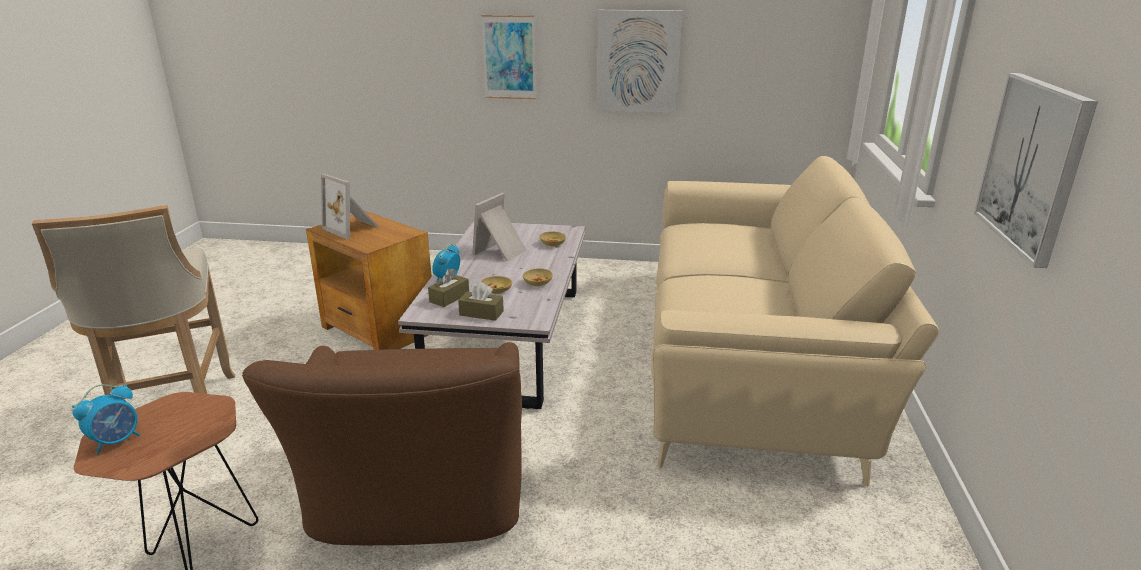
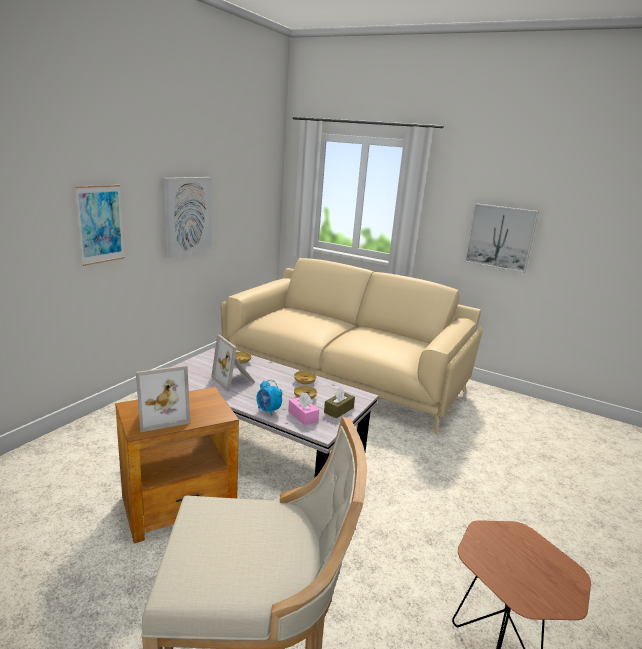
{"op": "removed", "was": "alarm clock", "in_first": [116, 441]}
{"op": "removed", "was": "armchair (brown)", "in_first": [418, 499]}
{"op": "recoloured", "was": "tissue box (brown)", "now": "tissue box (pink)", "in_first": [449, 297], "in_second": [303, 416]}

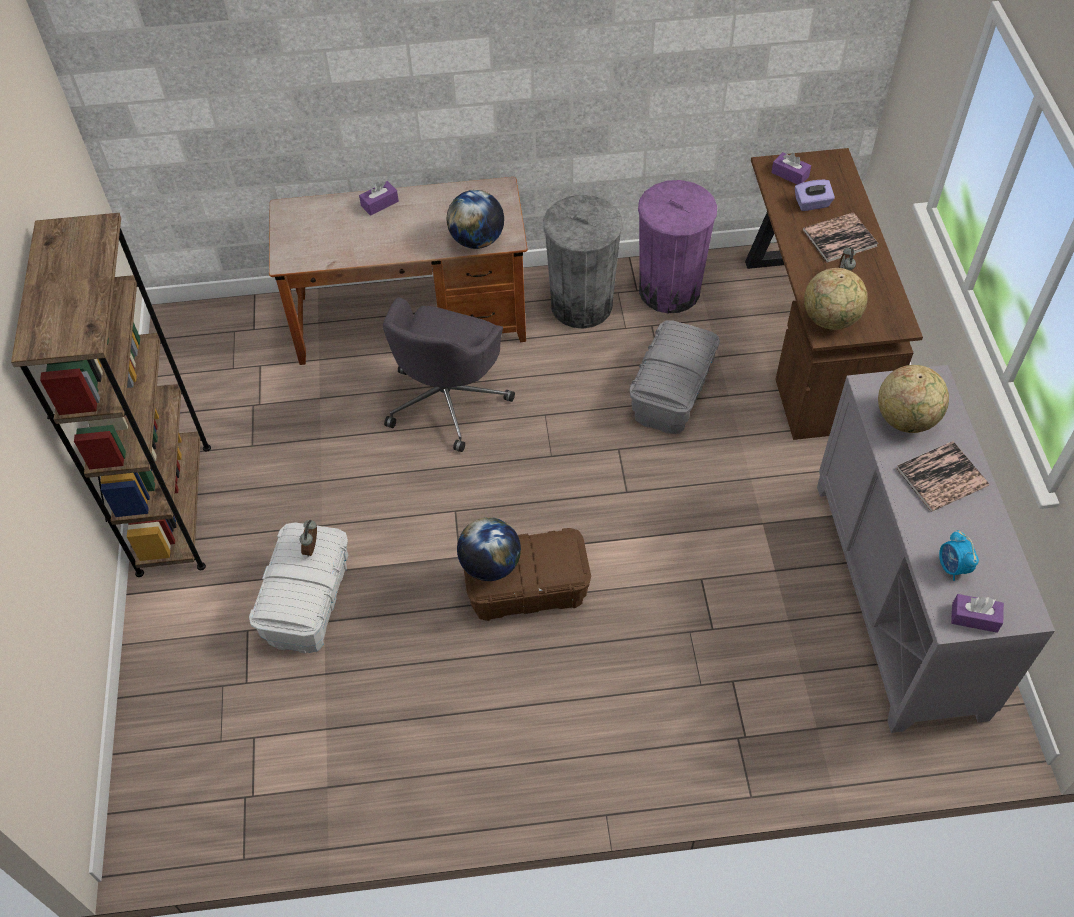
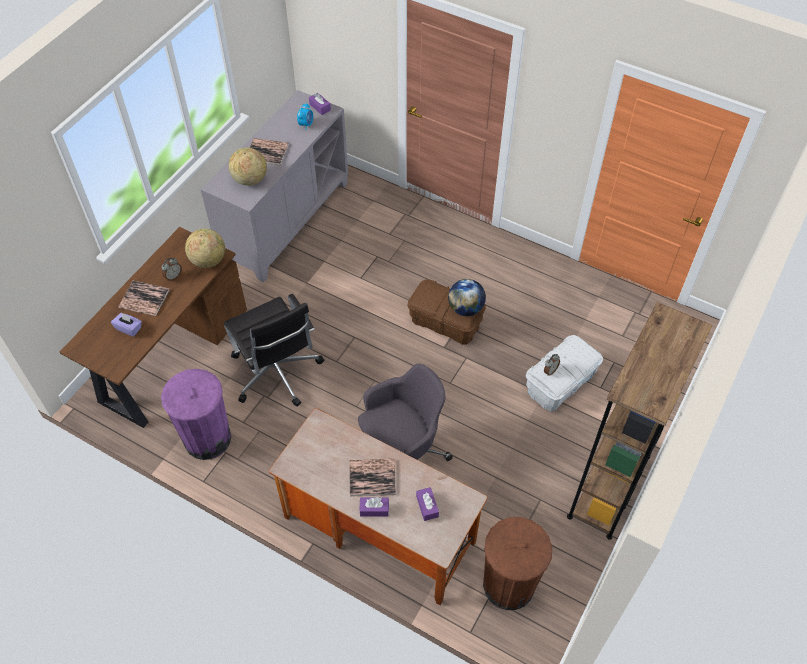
{"op": "removed", "was": "globe", "in_first": [477, 240]}
{"op": "removed", "was": "trash can (grey)", "in_first": [581, 305]}
{"op": "replaced", "was": "storage box (grey)", "now": "office chair (black)", "in_first": [671, 392], "in_second": [277, 374]}
{"op": "moved", "was": "tissue box (purple)", "in_first": [790, 174], "in_second": [427, 506]}
{"op": "added", "now": "book", "in_second": [372, 477]}
{"op": "added", "now": "trash can (brown)", "in_second": [508, 584]}

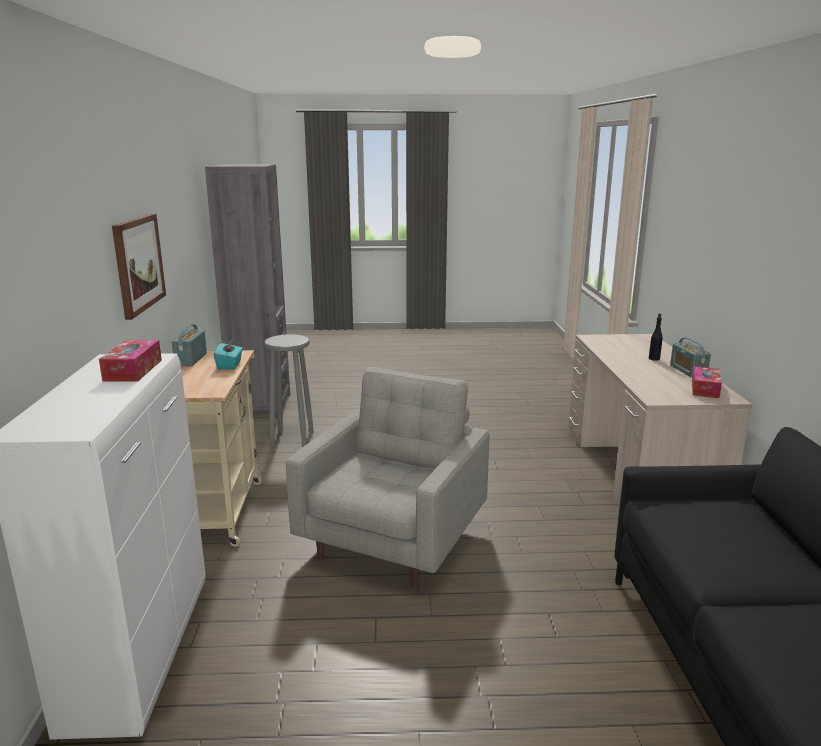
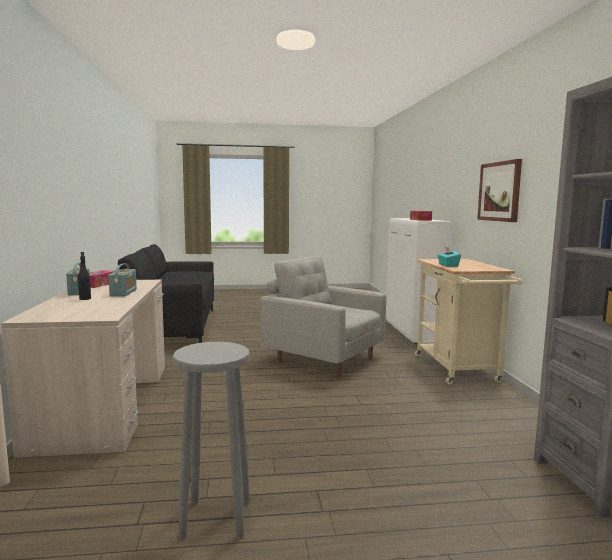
{"op": "moved", "was": "radio", "in_first": [191, 359], "in_second": [123, 293]}
{"op": "moved", "was": "stool (grey)", "in_first": [292, 438], "in_second": [216, 519]}
{"op": "turned", "was": "armchair (grey)", "in_first": [395, 540], "in_second": [323, 359], "clockwise": 105}

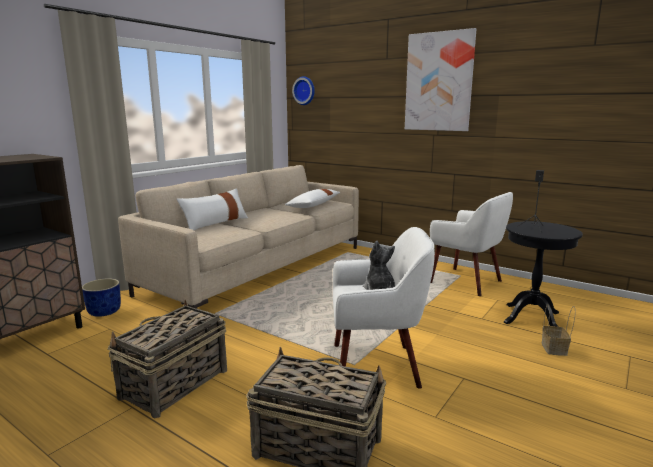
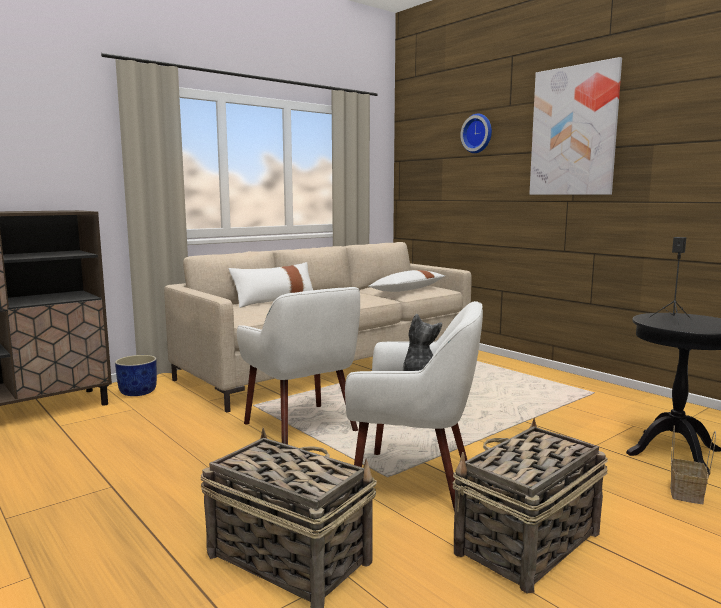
{"op": "moved", "was": "basket", "in_first": [173, 384], "in_second": [526, 544]}
{"op": "moved", "was": "wall clock", "in_first": [305, 91], "in_second": [478, 133]}
{"op": "moved", "was": "armchair (white)", "in_first": [466, 282], "in_second": [302, 427]}

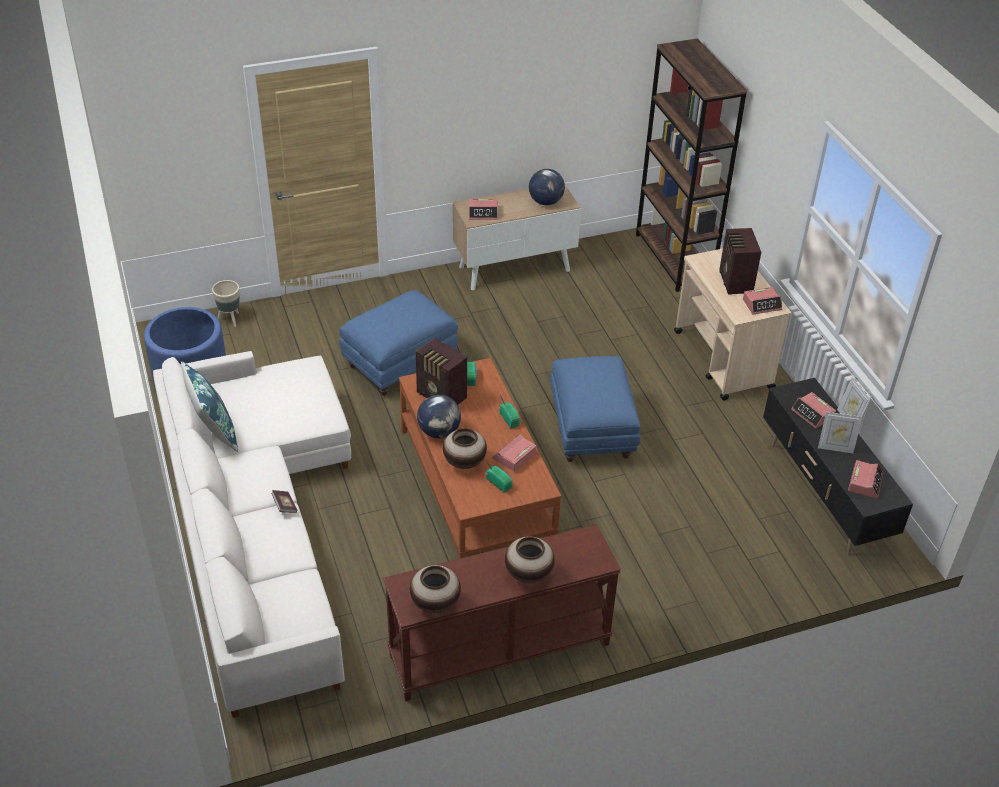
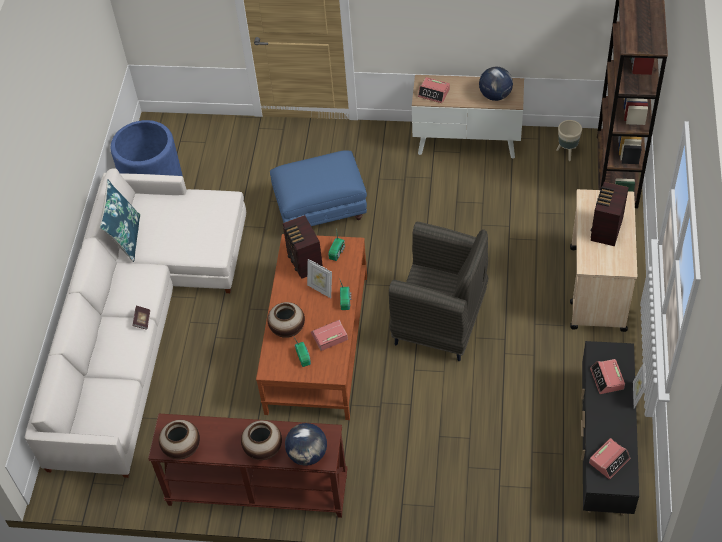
{"op": "moved", "was": "planter (beige)", "in_first": [230, 319], "in_second": [567, 153]}
{"op": "moved", "was": "globe", "in_first": [439, 432], "in_second": [307, 454]}
{"op": "replaced", "was": "ottoman (blue)", "now": "armchair (grey)", "in_first": [592, 431], "in_second": [440, 322]}
{"op": "removed", "was": "alarm clock", "in_first": [762, 304]}
{"op": "moved", "was": "picture frame", "in_first": [835, 448], "in_second": [320, 289]}

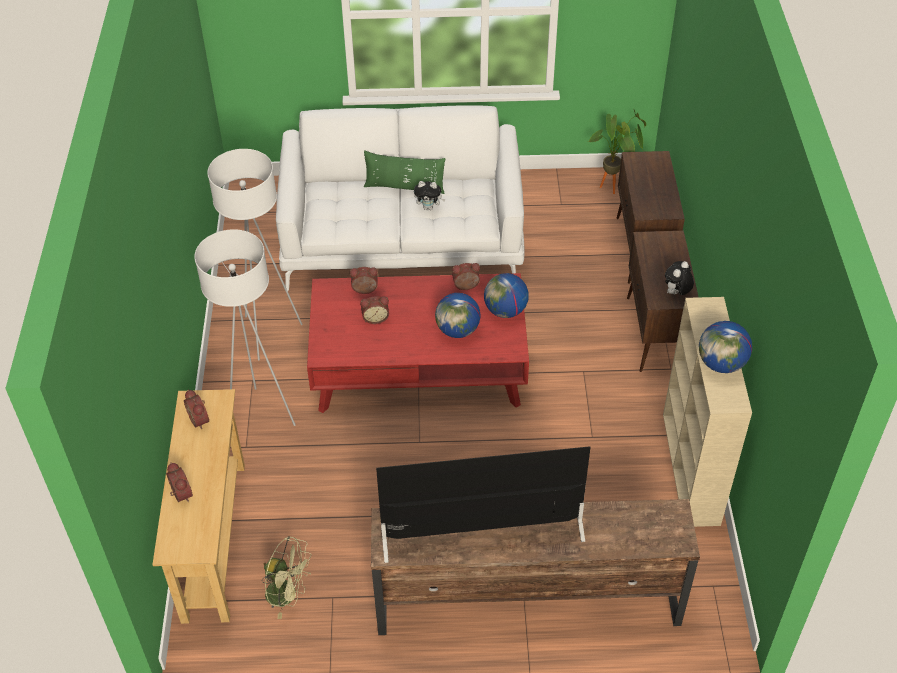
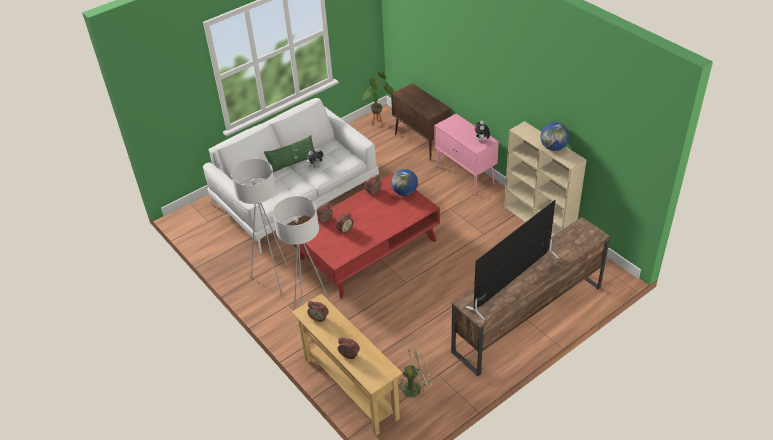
{"op": "removed", "was": "globe", "in_first": [458, 330]}
{"op": "recoloured", "was": "cabinet (brown)", "now": "cabinet (pink)", "in_first": [655, 334], "in_second": [465, 175]}

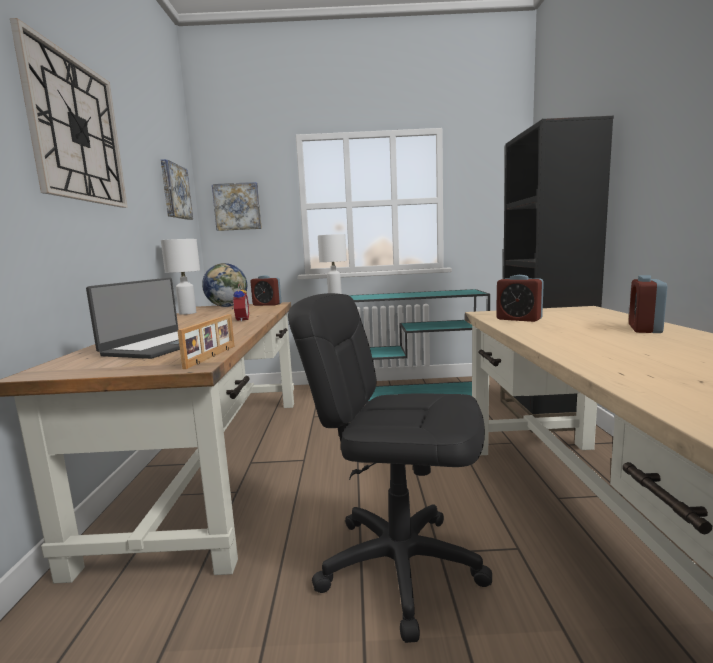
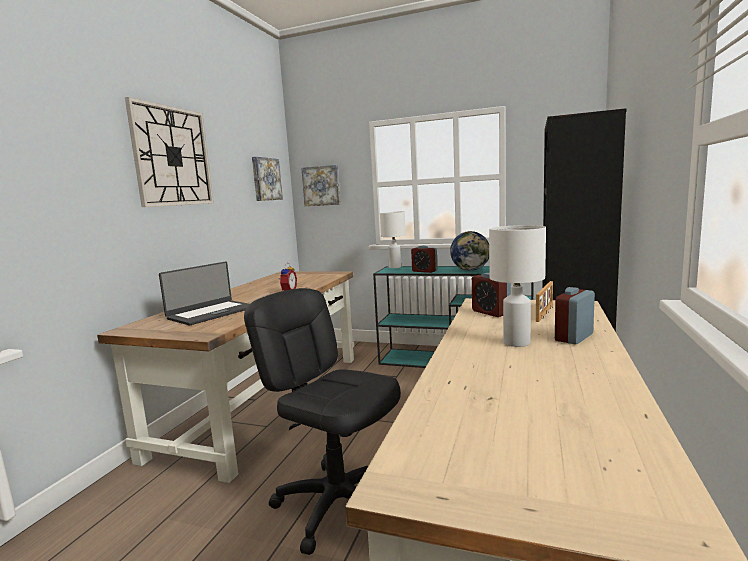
{"op": "moved", "was": "table lamp (white)", "in_first": [187, 313], "in_second": [515, 342]}
{"op": "moved", "was": "picture frame", "in_first": [212, 356], "in_second": [545, 313]}
{"op": "moved", "was": "globe", "in_first": [227, 306], "in_second": [470, 270]}
{"op": "moved", "was": "alarm clock", "in_first": [267, 304], "in_second": [424, 271]}

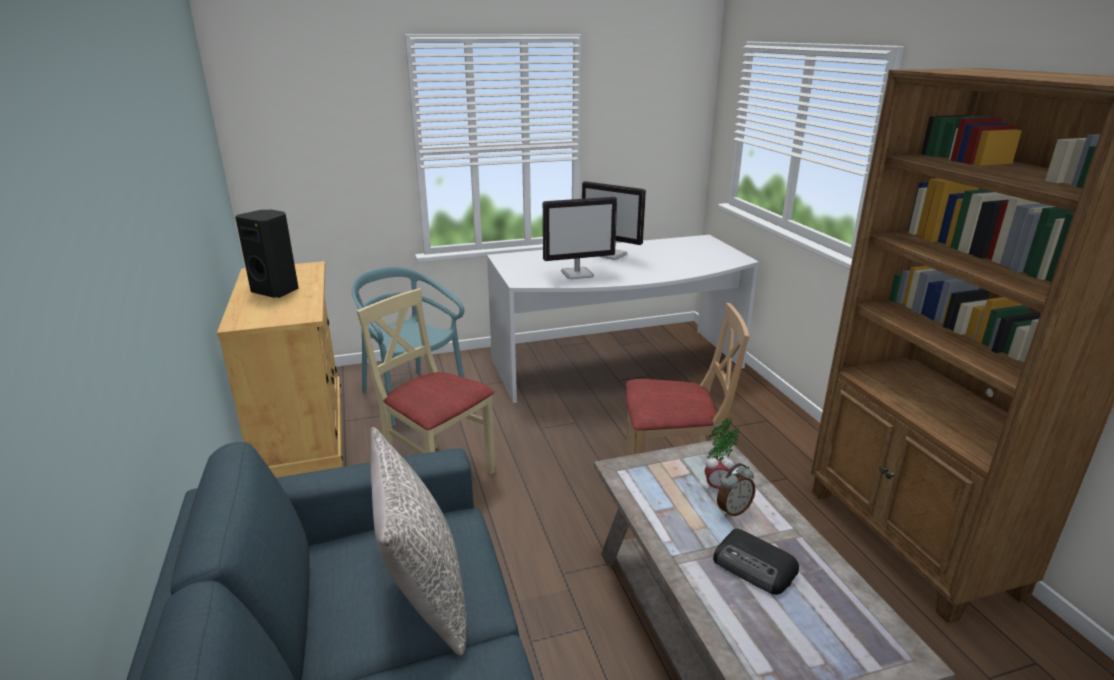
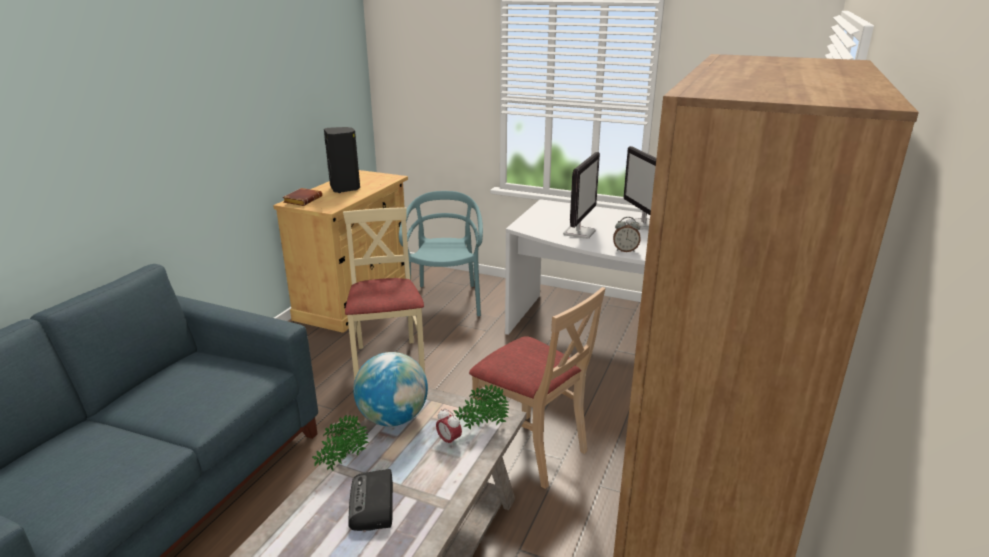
{"op": "removed", "was": "pillow (grey)", "in_first": [423, 592]}
{"op": "turned", "was": "monitor", "in_first": [577, 274], "in_second": [579, 232], "clockwise": -90}
{"op": "moved", "was": "alarm clock", "in_first": [732, 510], "in_second": [625, 250]}
{"op": "added", "now": "book (brown)", "in_second": [302, 200]}
{"op": "added", "now": "potted plant", "in_second": [341, 462]}
{"op": "added", "now": "globe", "in_second": [393, 418]}

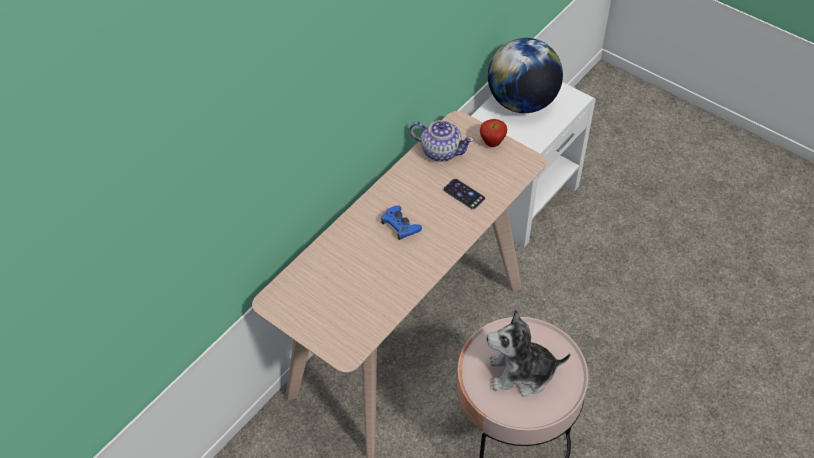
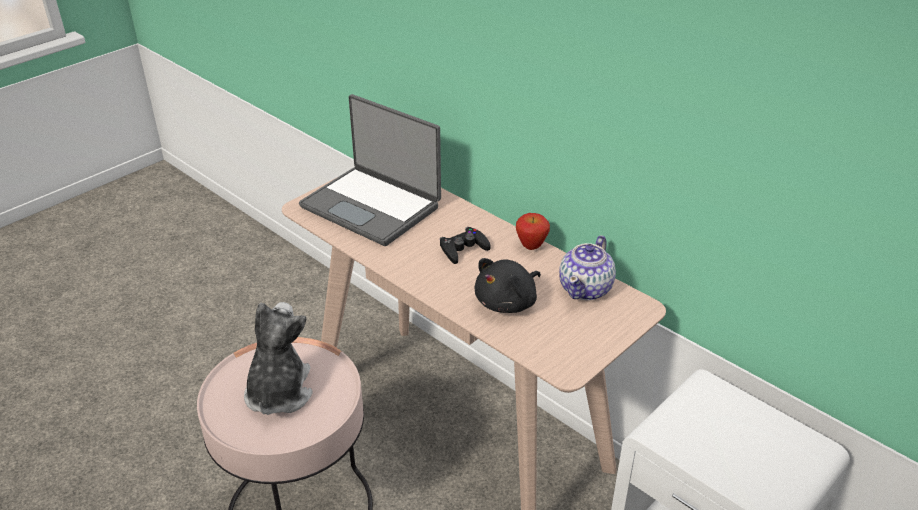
{"op": "recoloured", "was": "game controller (blue)", "now": "game controller (black)", "in_first": [400, 225], "in_second": [463, 249]}
{"op": "replaced", "was": "phone", "now": "plush toy (black)", "in_first": [464, 194], "in_second": [508, 302]}
{"op": "moved", "was": "apple", "in_first": [492, 143], "in_second": [531, 246]}
{"op": "removed", "was": "globe", "in_first": [522, 102]}
{"op": "added", "now": "laptop", "in_second": [372, 206]}

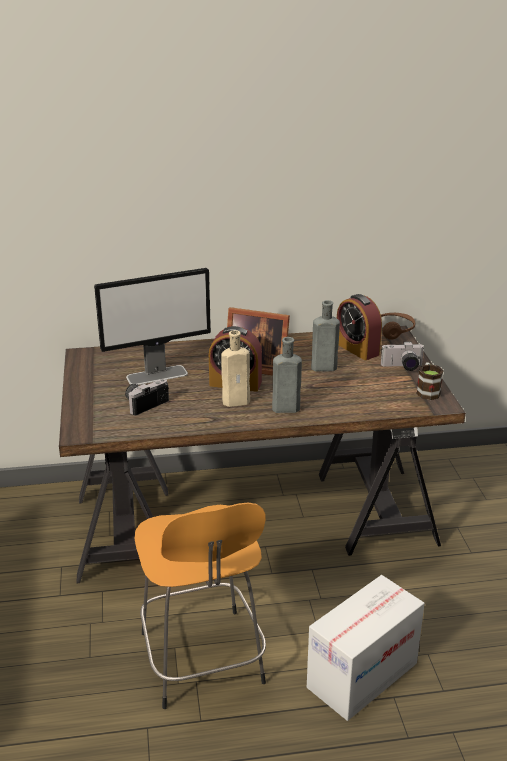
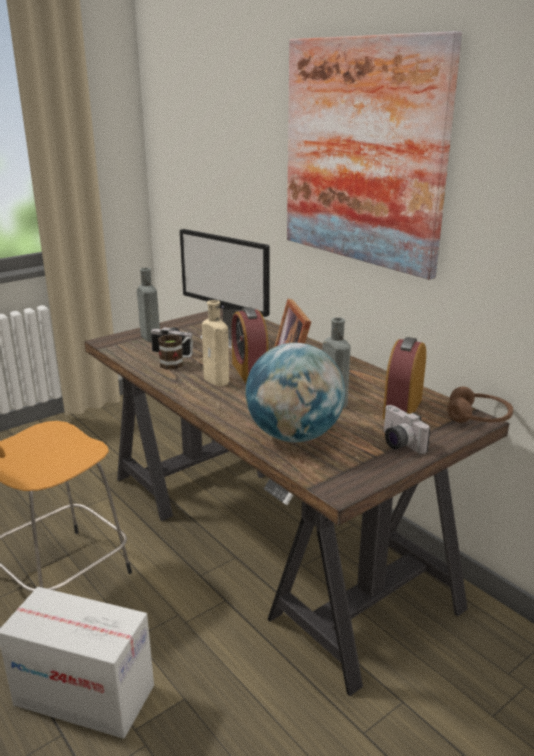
{"op": "moved", "was": "bottle (grey)", "in_first": [283, 409], "in_second": [149, 337]}
{"op": "moved", "was": "mug", "in_first": [427, 391], "in_second": [177, 363]}
{"op": "added", "now": "globe", "in_second": [294, 436]}
{"op": "added", "now": "picture", "in_second": [363, 153]}

